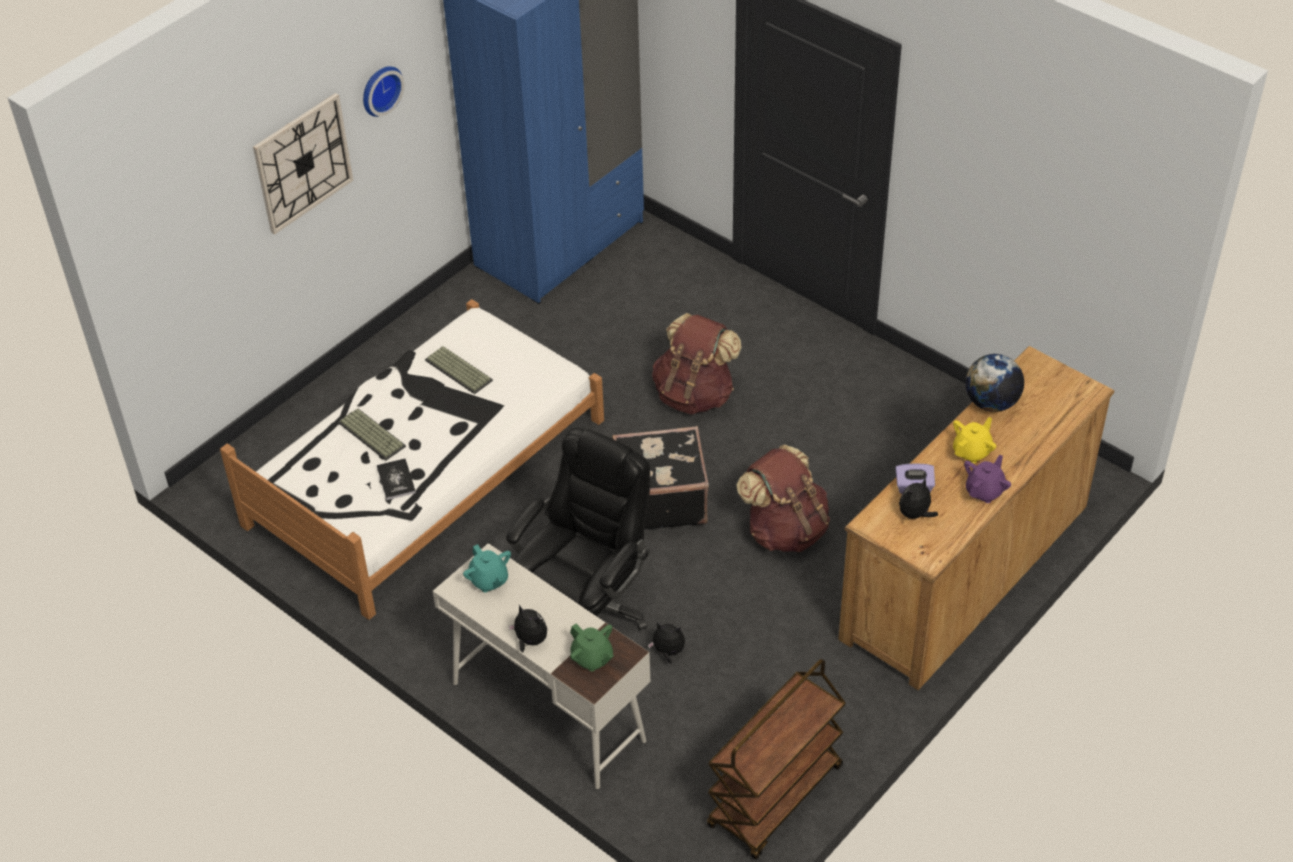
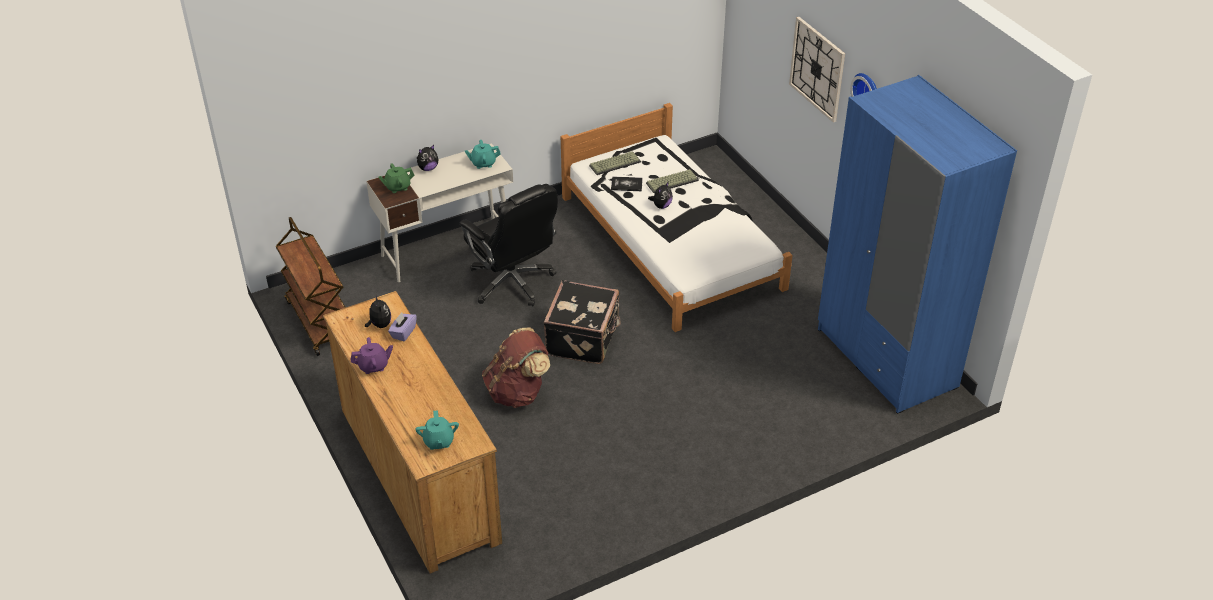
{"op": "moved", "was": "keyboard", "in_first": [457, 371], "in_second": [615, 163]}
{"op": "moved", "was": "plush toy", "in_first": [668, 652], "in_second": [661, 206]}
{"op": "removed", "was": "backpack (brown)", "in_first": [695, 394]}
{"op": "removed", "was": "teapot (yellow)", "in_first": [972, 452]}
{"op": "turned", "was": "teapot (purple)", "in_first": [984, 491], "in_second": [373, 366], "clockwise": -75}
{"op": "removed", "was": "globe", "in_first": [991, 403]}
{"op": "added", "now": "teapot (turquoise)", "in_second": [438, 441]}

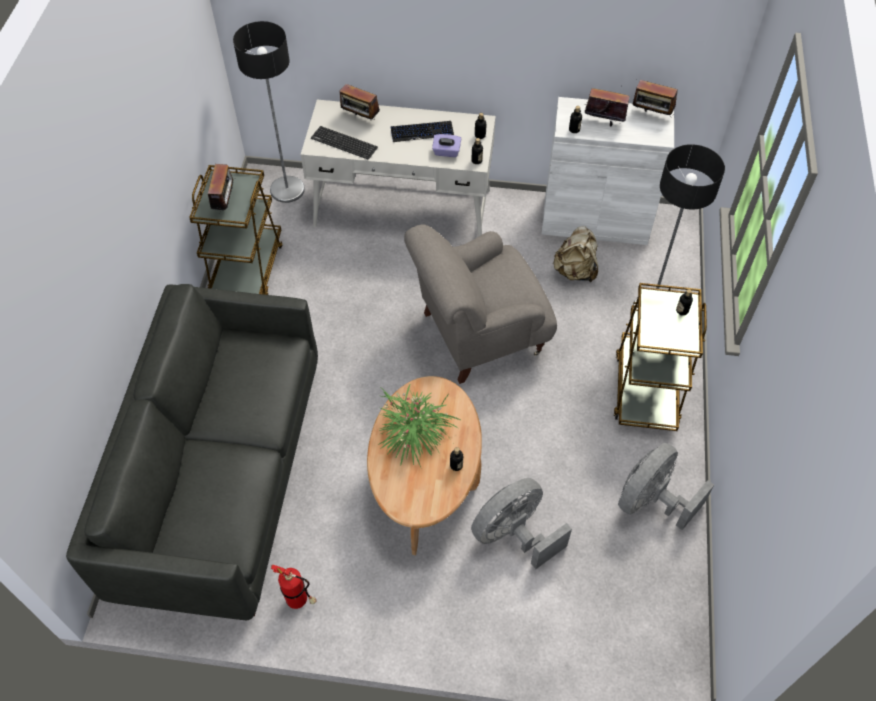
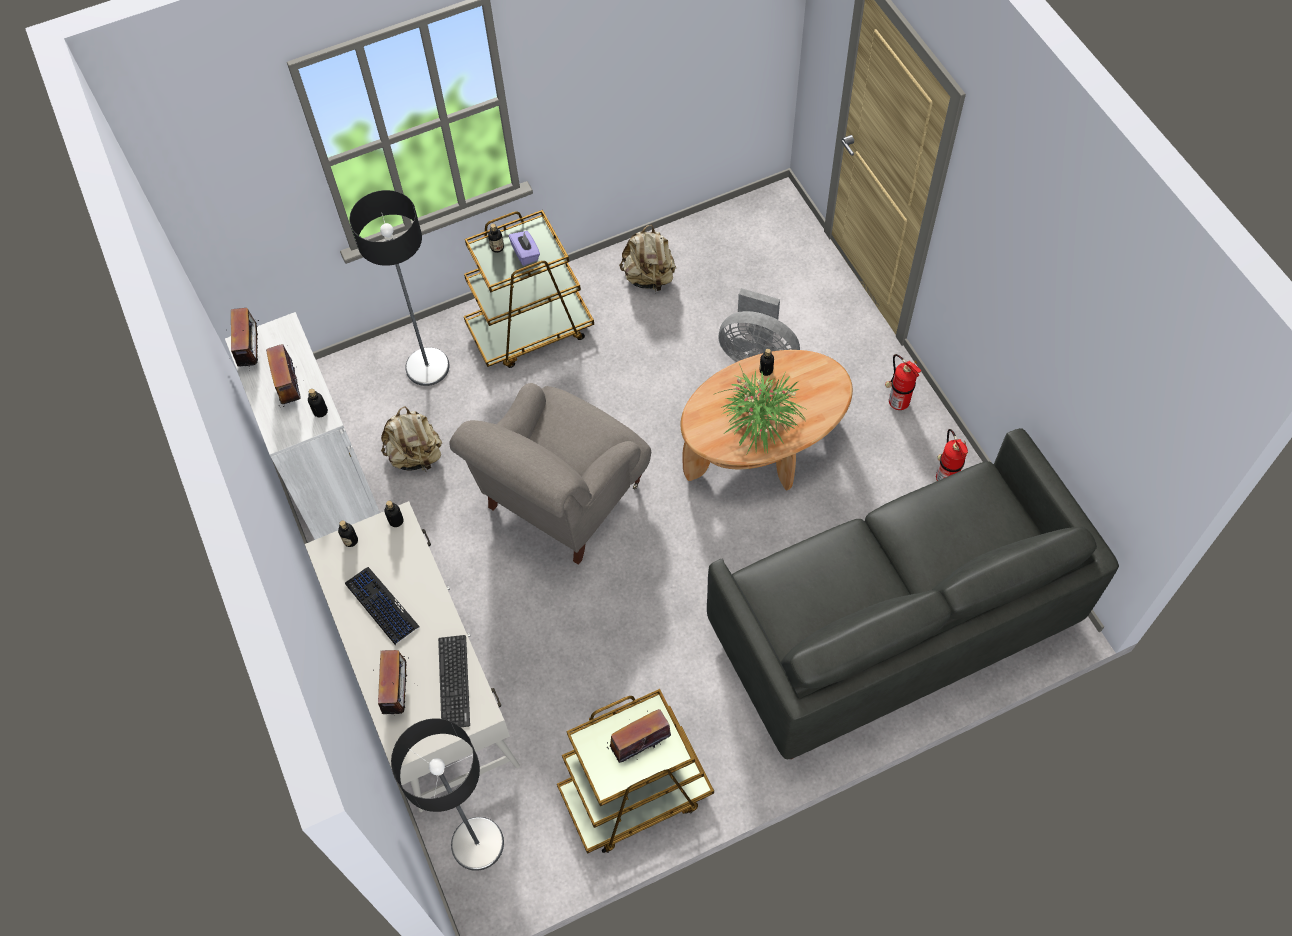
{"op": "turned", "was": "armchair (grey)", "in_first": [478, 334], "in_second": [562, 499], "clockwise": 90}
{"op": "moved", "was": "tissue box (purple)", "in_first": [446, 152], "in_second": [526, 254]}
{"op": "replaced", "was": "fan (grey)", "now": "backpack (beige)", "in_first": [651, 501], "in_second": [649, 277]}
{"op": "added", "now": "fire extinguisher", "in_second": [896, 401]}

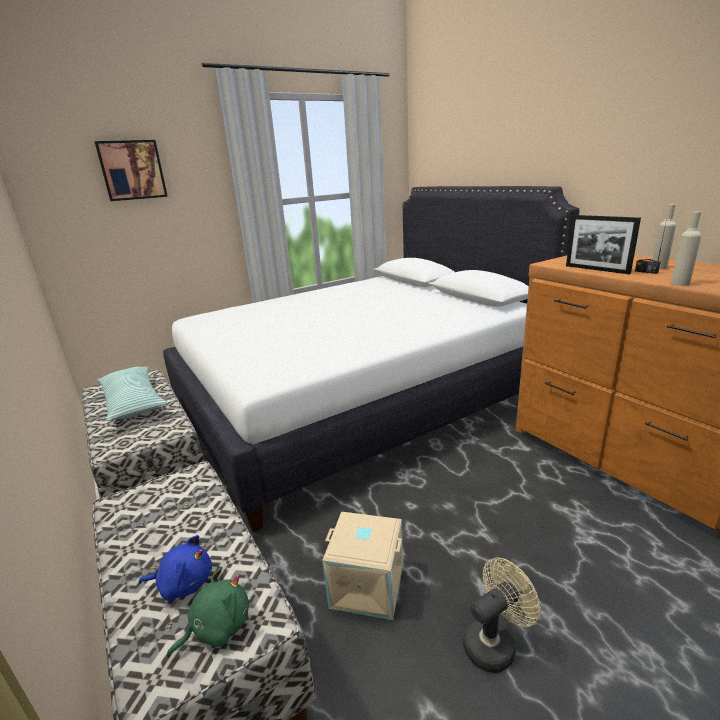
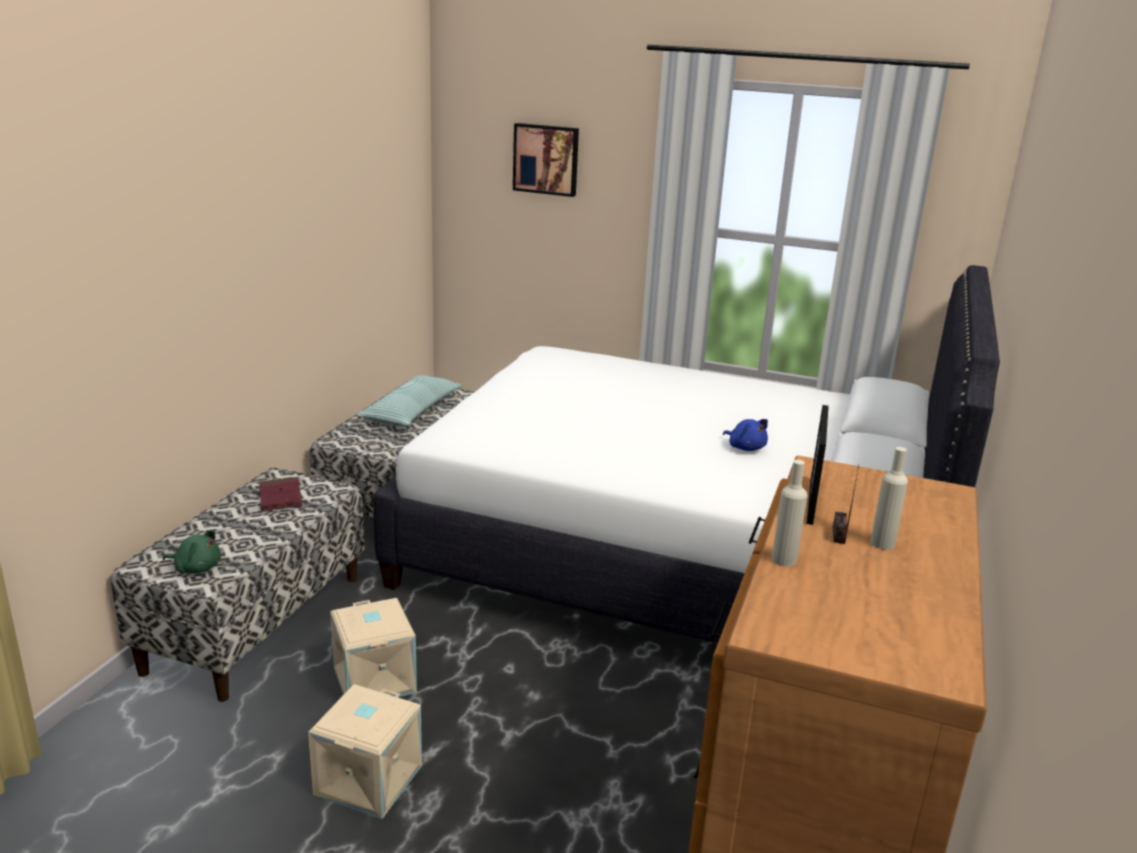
{"op": "moved", "was": "plush toy (blue)", "in_first": [184, 583], "in_second": [745, 447]}
{"op": "replaced", "was": "fan (beige)", "now": "storage box (beige)", "in_first": [495, 643], "in_second": [367, 779]}
{"op": "added", "now": "book (red)", "in_second": [280, 497]}

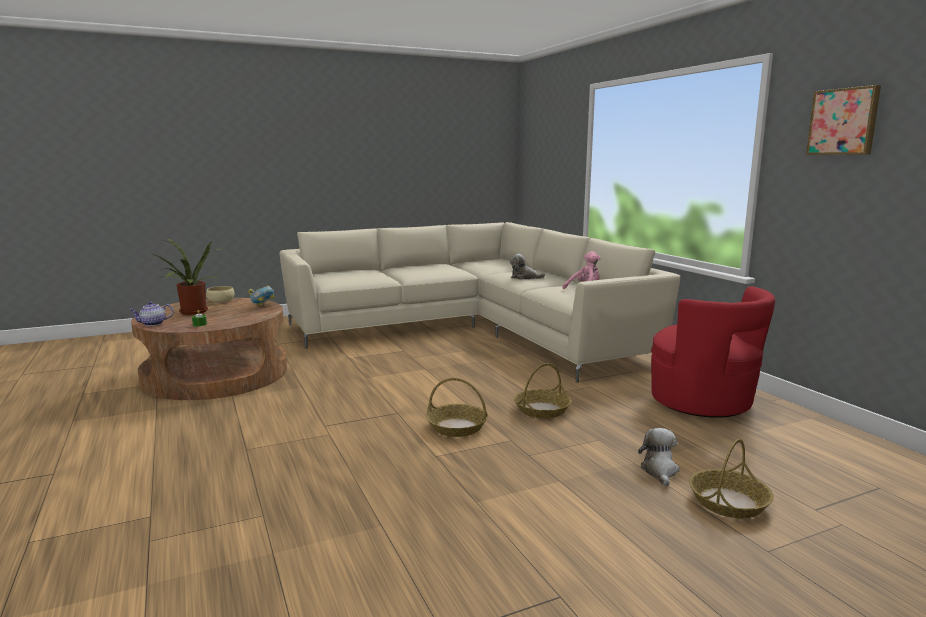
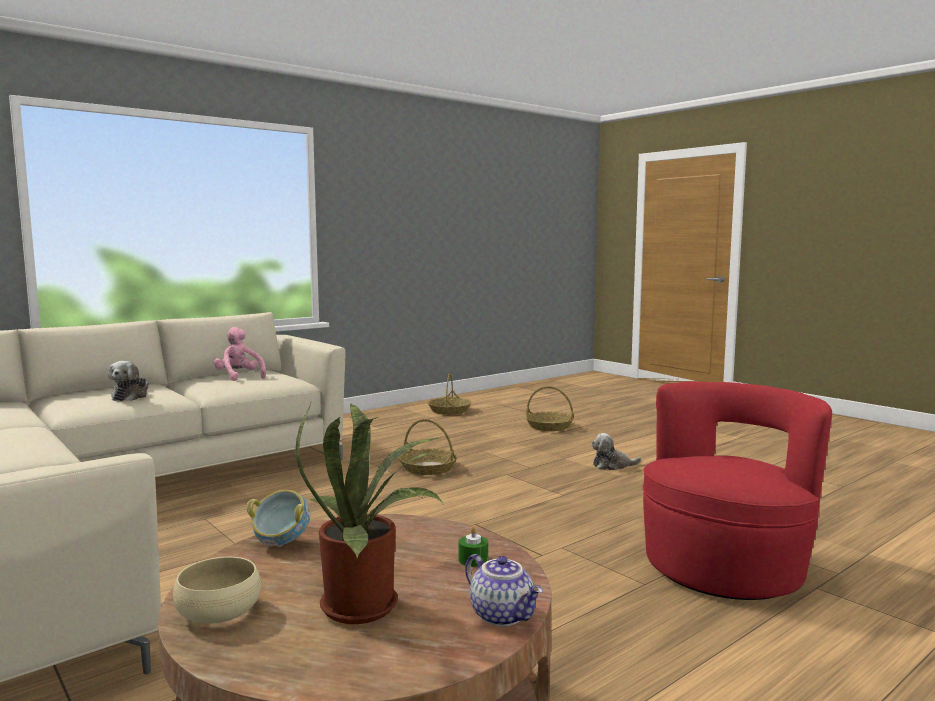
{"op": "moved", "was": "basket", "in_first": [457, 427], "in_second": [449, 411]}
{"op": "moved", "was": "plush toy", "in_first": [659, 471], "in_second": [612, 466]}
{"op": "moved", "was": "armchair (red)", "in_first": [703, 402], "in_second": [725, 567]}
{"op": "removed", "was": "picture", "in_first": [844, 122]}

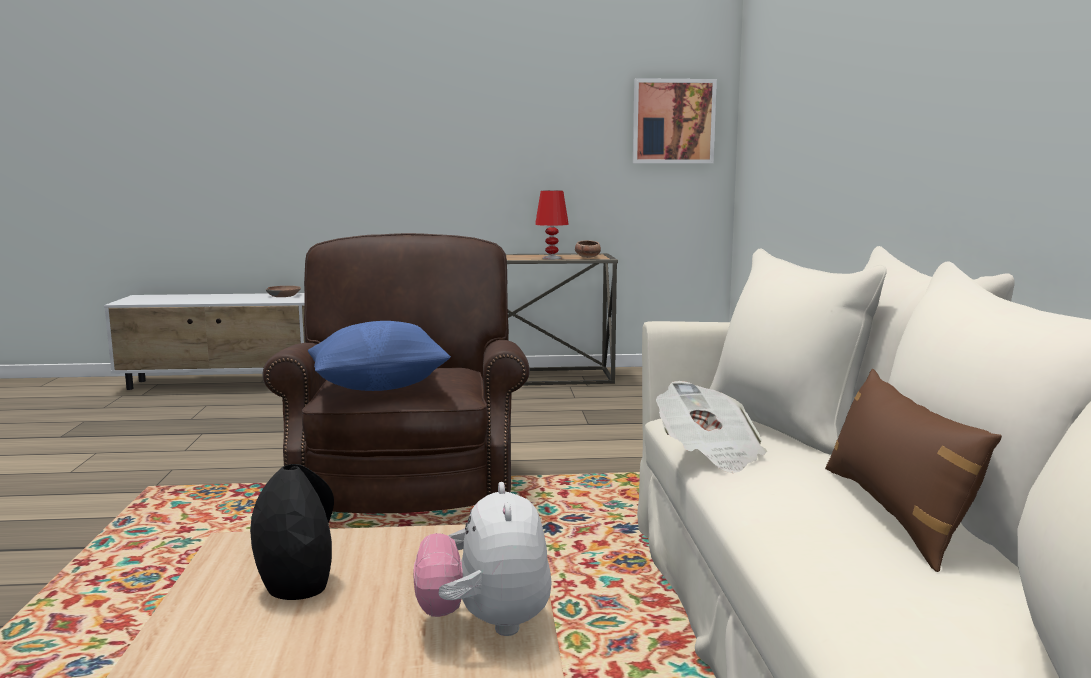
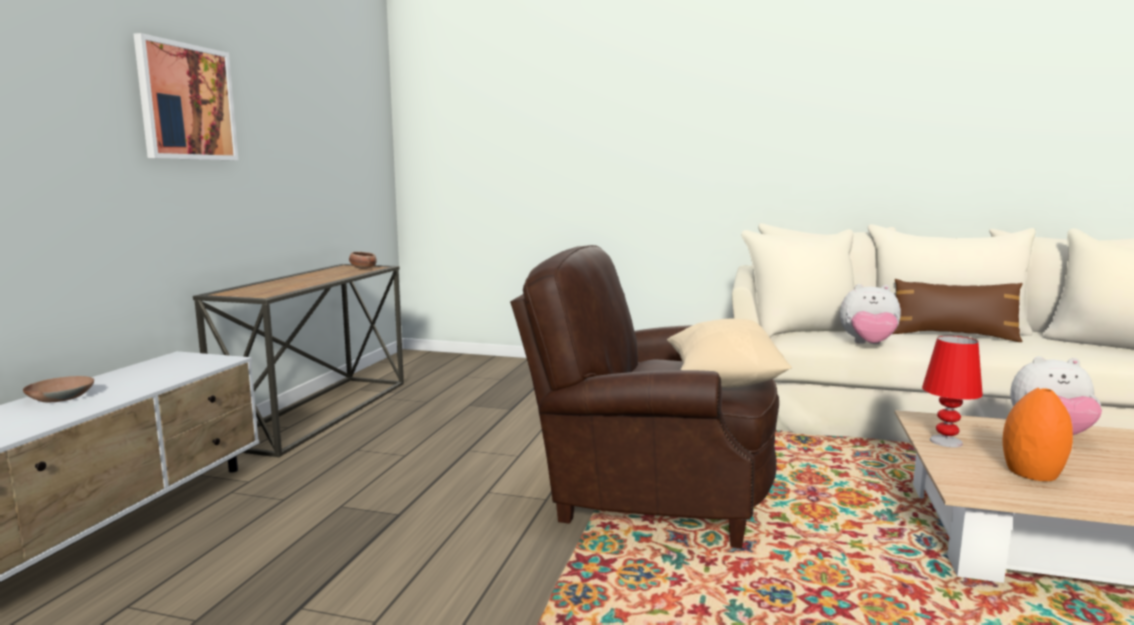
{"op": "recoloured", "was": "vase (black)", "now": "vase (orange)", "in_first": [297, 586], "in_second": [1032, 473]}
{"op": "recoloured", "was": "pillow (blue)", "now": "pillow (beige)", "in_first": [379, 387], "in_second": [724, 381]}
{"op": "moved", "was": "table lamp (red)", "in_first": [551, 258], "in_second": [946, 442]}
{"op": "moved", "was": "picture", "in_first": [673, 121], "in_second": [187, 102]}
{"op": "replaced", "was": "newspaper", "now": "plush toy", "in_first": [709, 454], "in_second": [868, 345]}

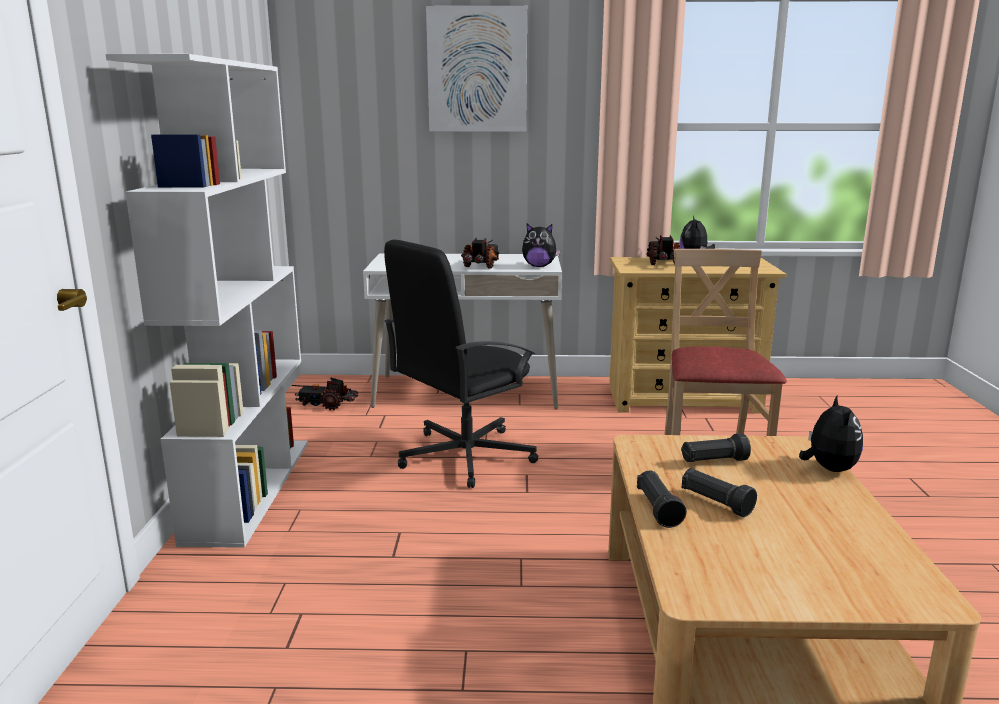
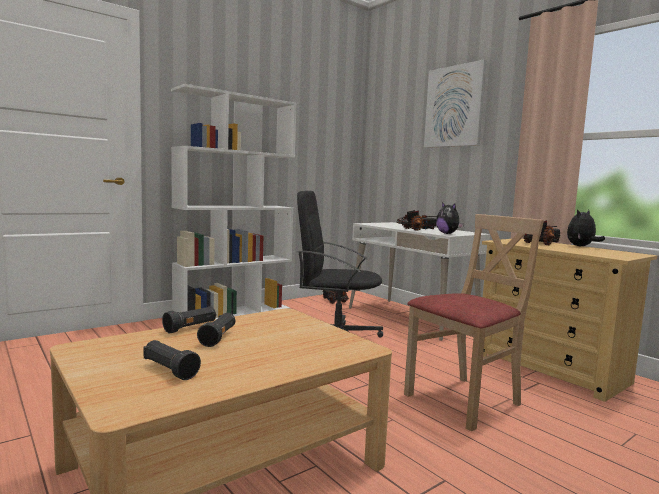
{"op": "moved", "was": "flashlight (black)", "in_first": [713, 461], "in_second": [170, 370]}
{"op": "removed", "was": "plush toy", "in_first": [828, 468]}

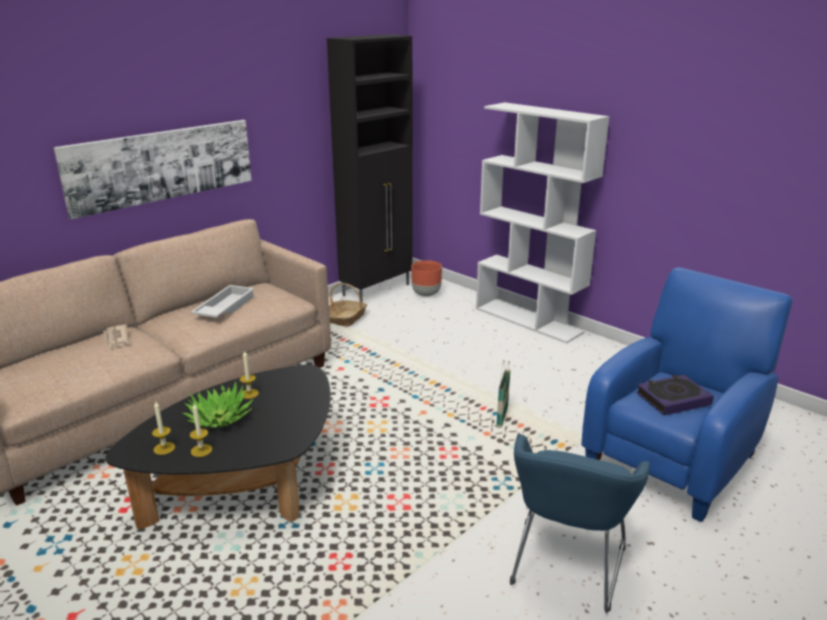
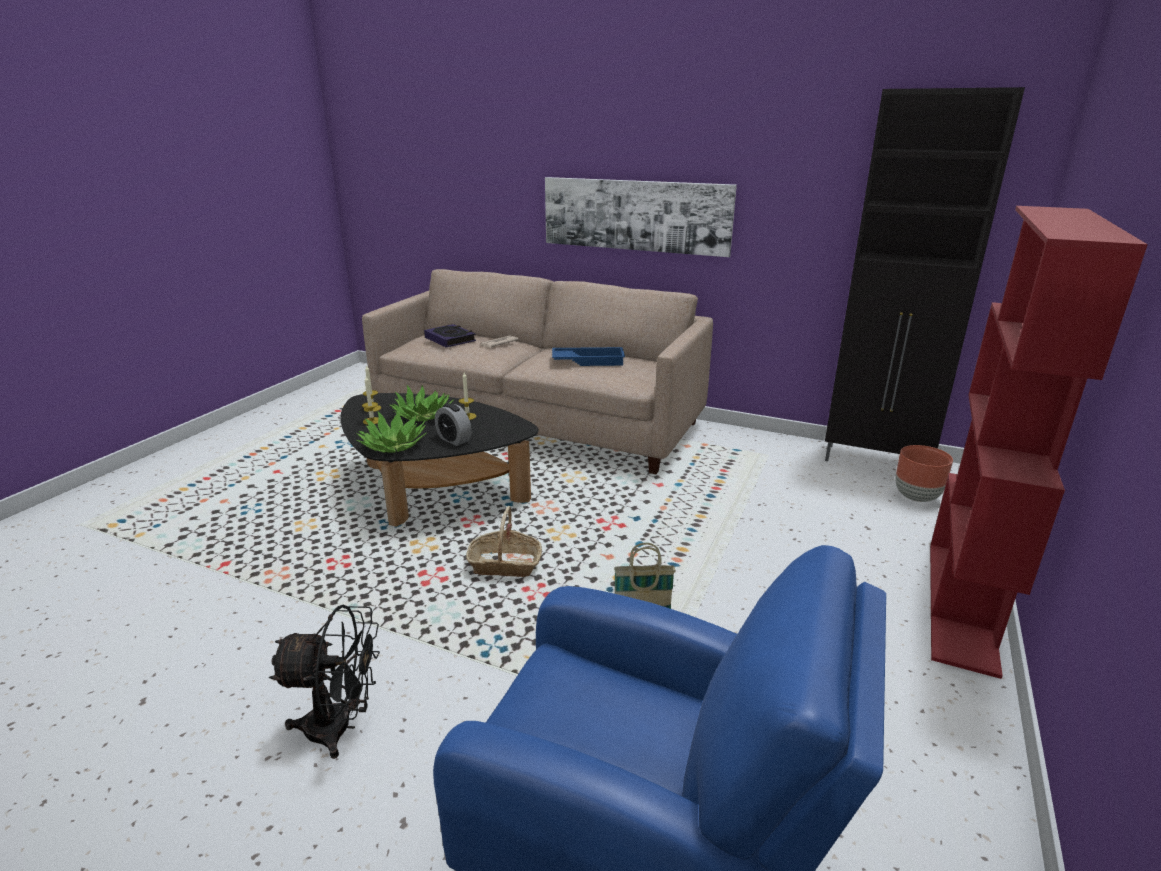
{"op": "recoloured", "was": "tray (white)", "now": "tray (blue)", "in_first": [224, 307], "in_second": [588, 361]}
{"op": "moved", "was": "basket", "in_first": [346, 318], "in_second": [505, 565]}
{"op": "recoloured", "was": "bookcase (white)", "now": "bookcase (red)", "in_first": [529, 320], "in_second": [962, 604]}
{"op": "replaced", "was": "armchair (blue)", "now": "fan (black)", "in_first": [565, 568], "in_second": [340, 728]}
{"op": "moved", "was": "book", "in_first": [673, 399], "in_second": [450, 339]}
{"op": "added", "now": "potted plant", "in_second": [393, 445]}
{"op": "added", "now": "alarm clock", "in_second": [454, 440]}

